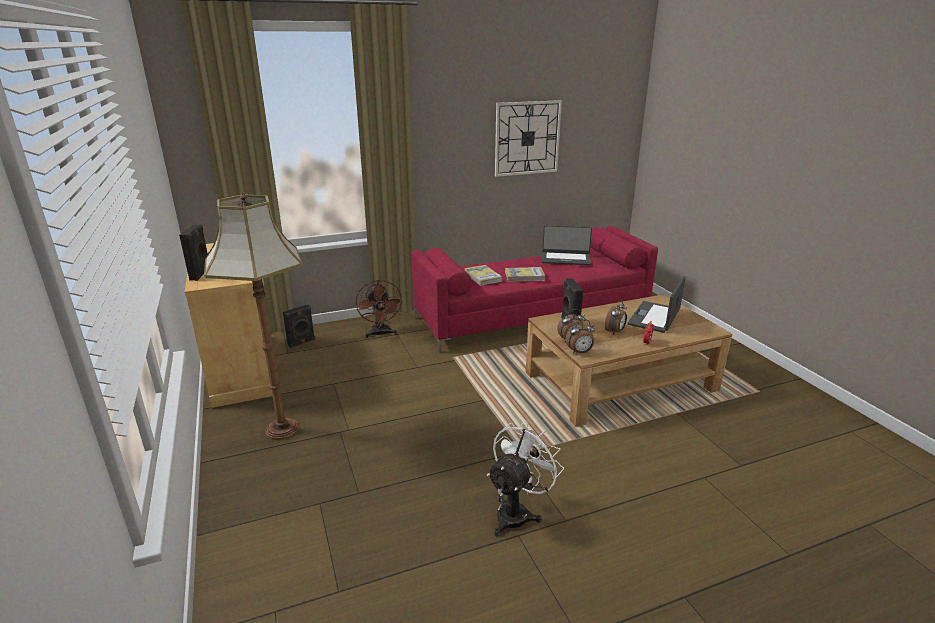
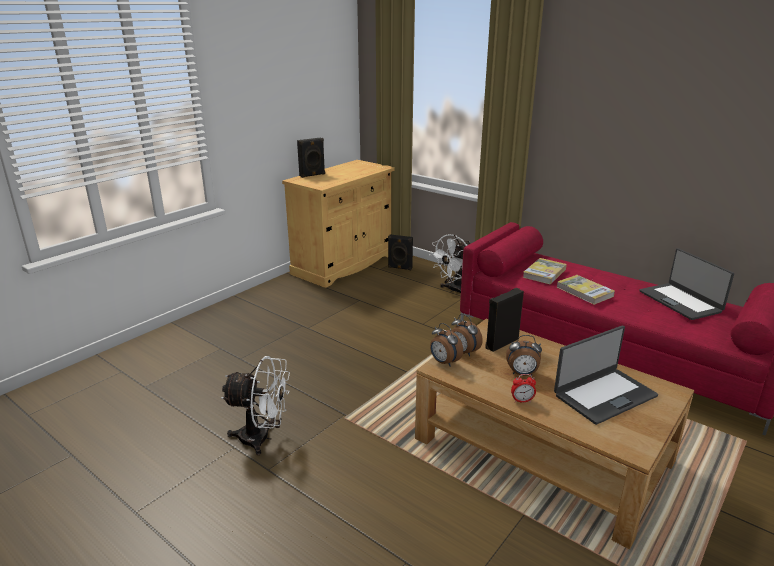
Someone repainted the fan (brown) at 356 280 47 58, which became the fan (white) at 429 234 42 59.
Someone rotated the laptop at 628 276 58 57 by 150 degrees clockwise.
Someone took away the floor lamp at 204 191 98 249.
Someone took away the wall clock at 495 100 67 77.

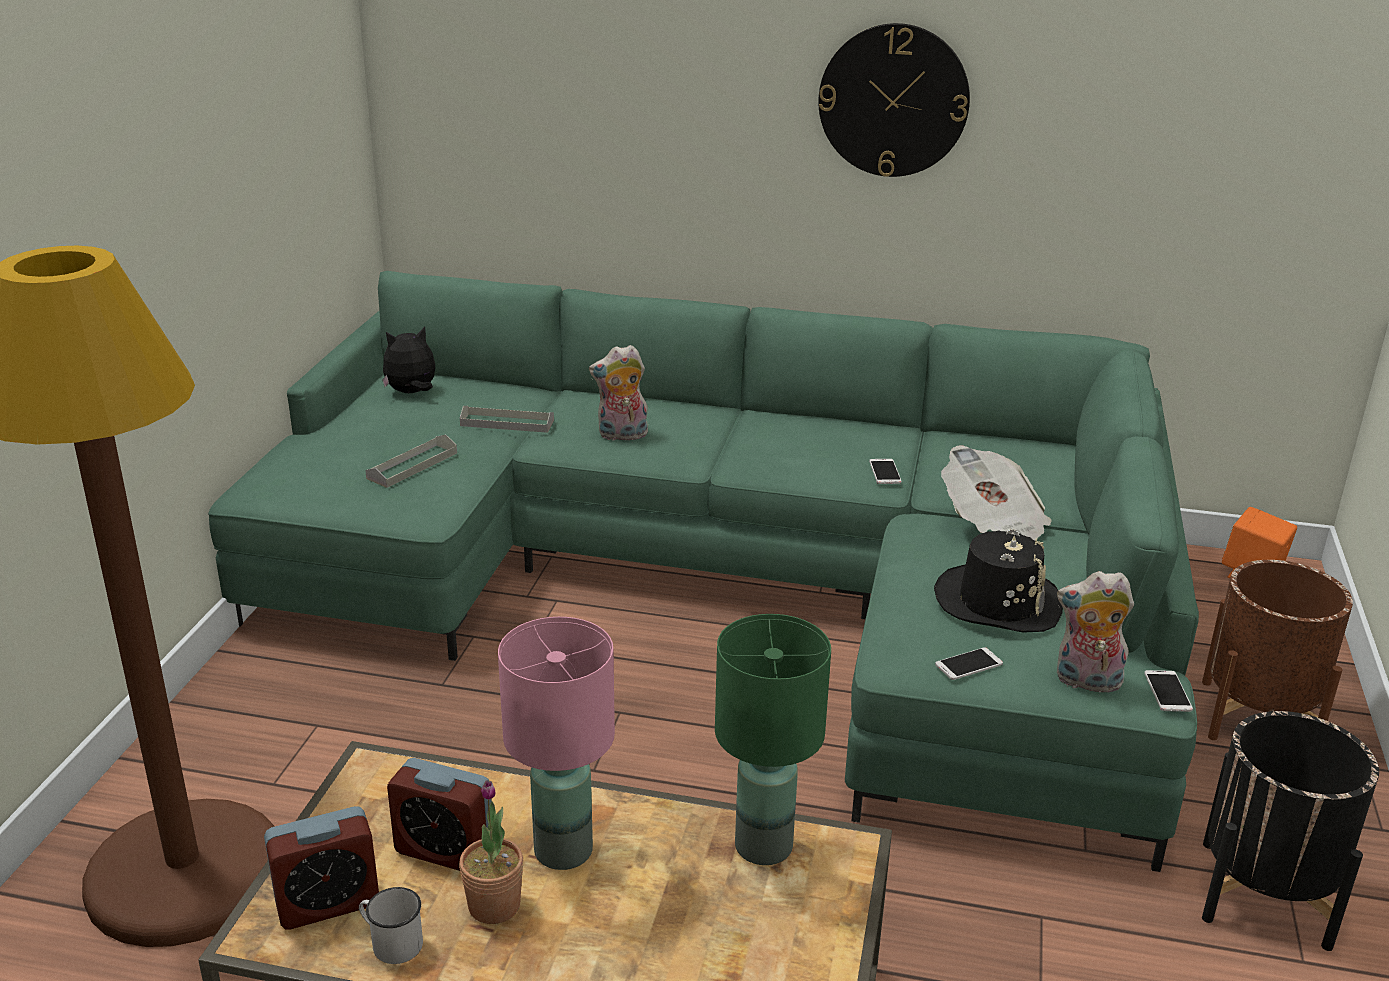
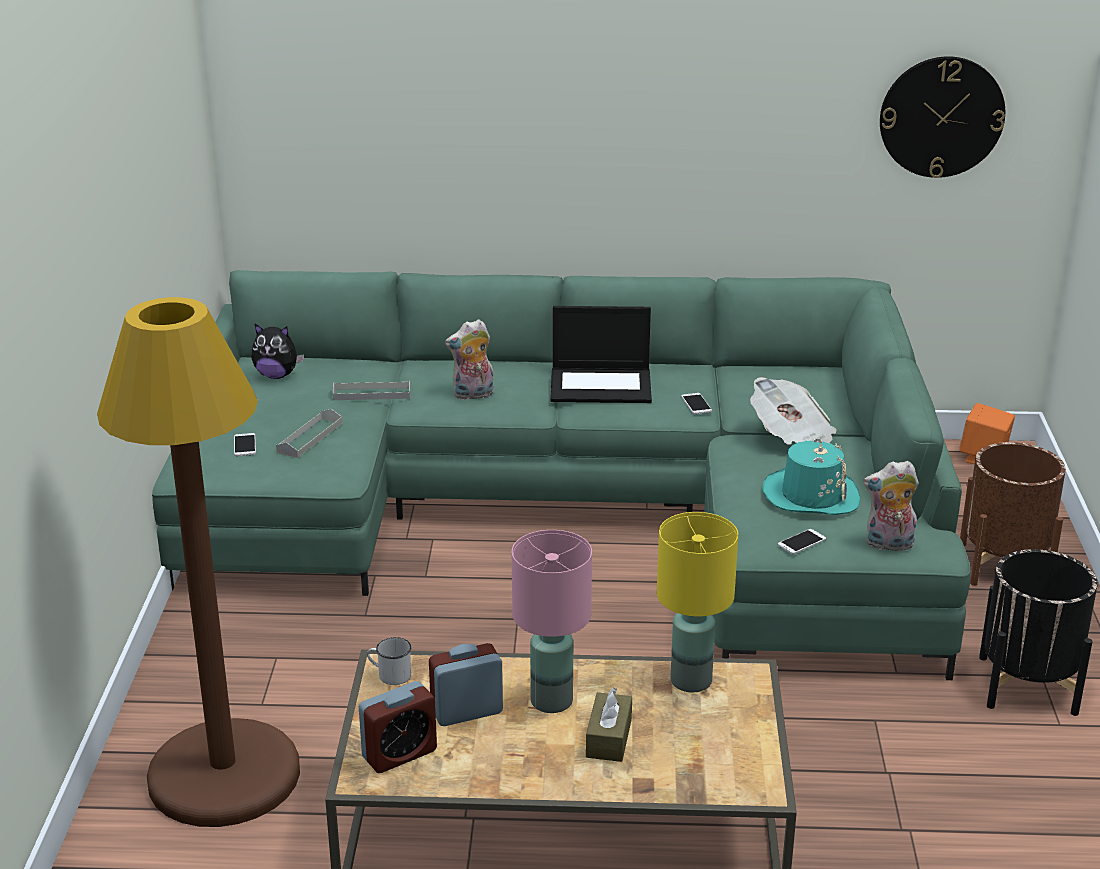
Someone carried the phone from 1144 670 49 42 to 234 433 22 23.
Someone rotated the plush toy at 382 327 53 66 by 135 degrees counterclockwise.
Someone carried the mug (white) from 359 887 64 77 to 367 637 45 48.
Someone rotated the alarm clock at 387 758 105 113 by 150 degrees clockwise.
Someone put down the laptop at 550 306 102 97.
Someone put down the tissue box (brown) at 586 688 46 74.
Someone repainted the table lamp (green) at 715 614 116 251, which became the table lamp (yellow) at 657 512 81 180.
Someone repainted the hat (black) at 934 529 129 104, which became the hat (turquoise) at 762 438 98 77.
Someone carried the wall clock from 818 23 152 154 to 880 56 125 122.
Someone took away the potted plant at 459 780 64 144.

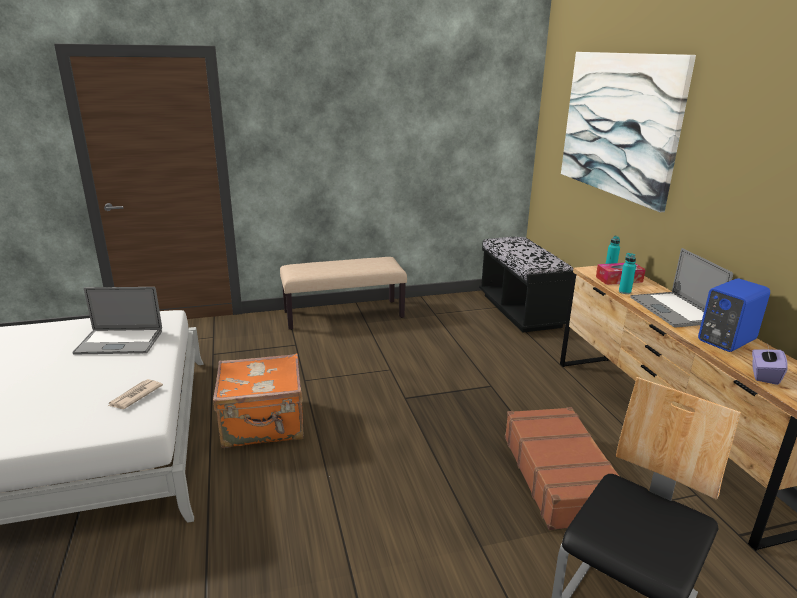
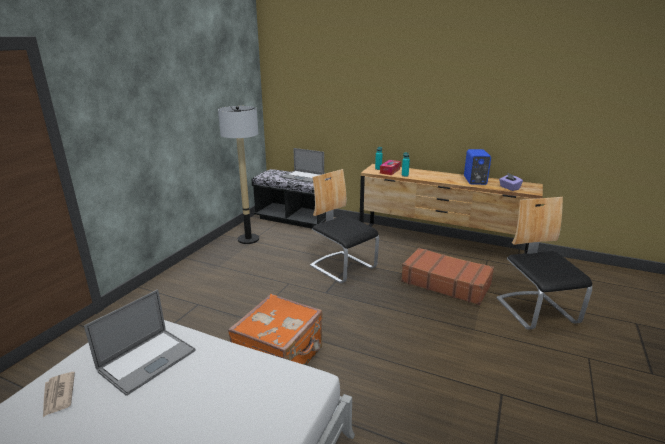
Someone carried the newspaper from 108 379 55 30 to 43 372 32 45.
Someone put down the floor lamp at 218 106 41 138.
Someone carried the laptop from 630 248 103 79 to 282 148 42 35.
Someone put down the chair at 310 169 69 114.
Someone took away the bench (beige) at 280 257 127 73.
Someone took away the picture at 561 52 135 160.

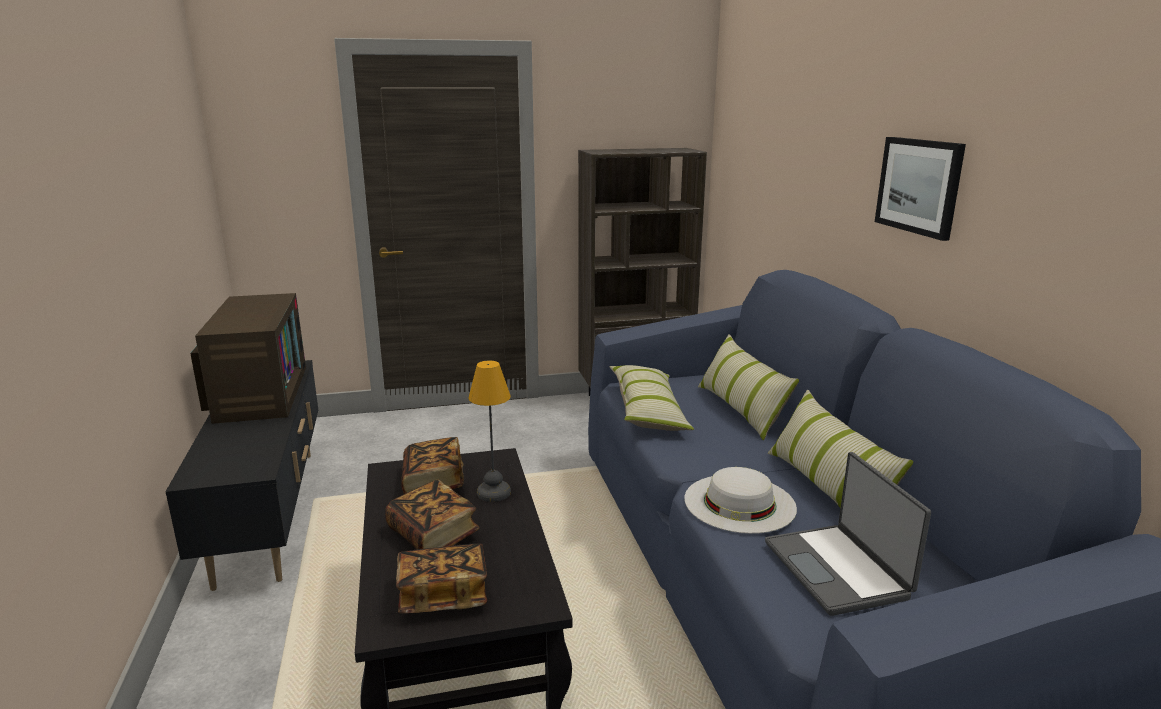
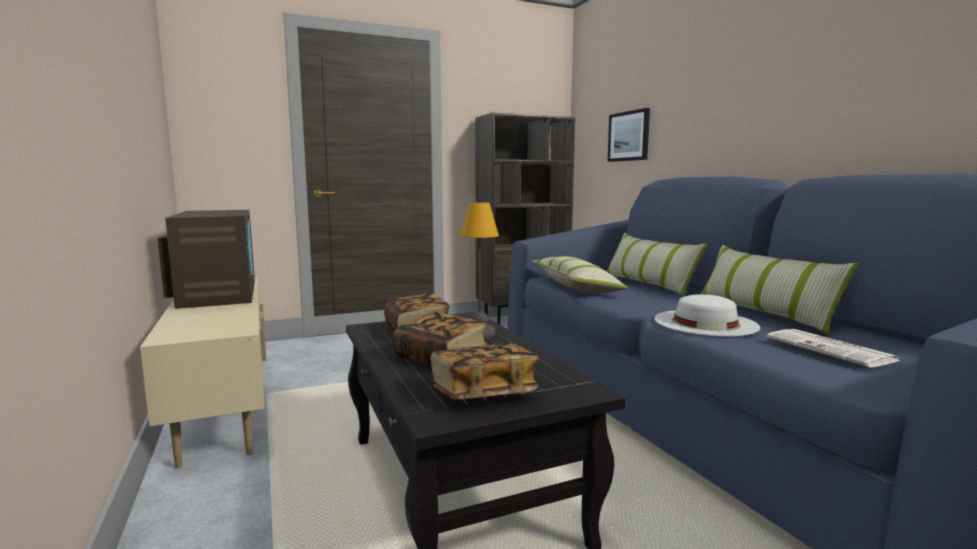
Someone repainted the tv stand (black) at 165 360 153 231, which became the tv stand (beige) at 140 277 126 191.
Someone carried the picture from 875 137 91 104 to 607 108 43 54.
Someone swapped the laptop at 765 452 166 164 for the newspaper at 767 329 134 38.

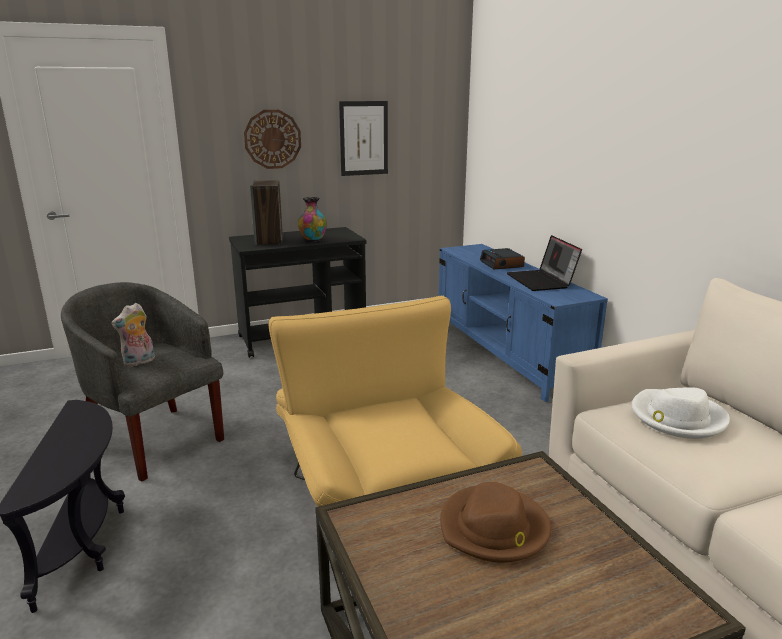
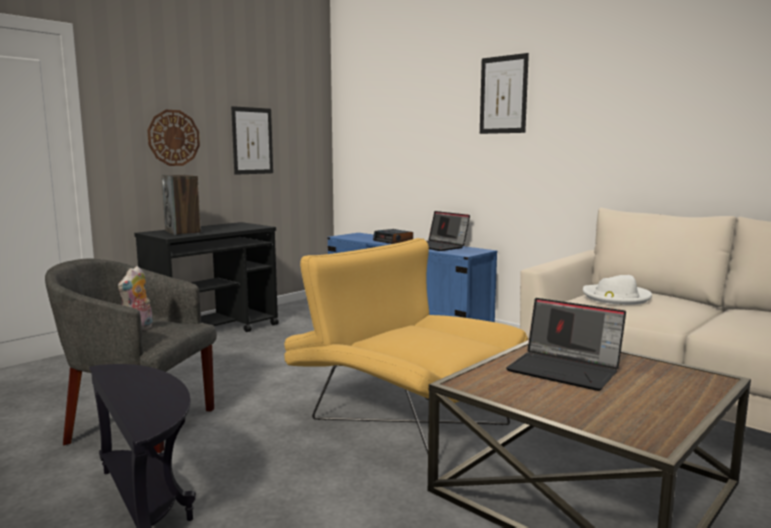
Someone put up the picture at 480 53 49 81.
Someone swapped the hat (brown) at 440 482 111 81 for the laptop at 506 298 120 93.
Someone took away the vase at 298 197 29 45.

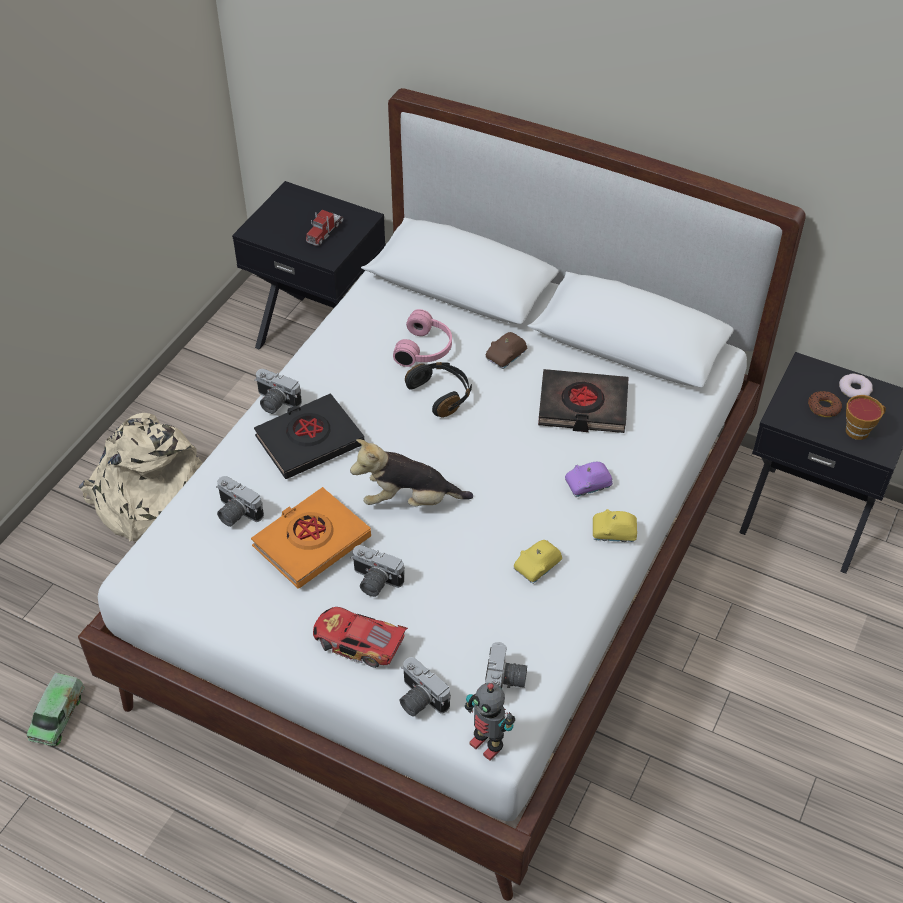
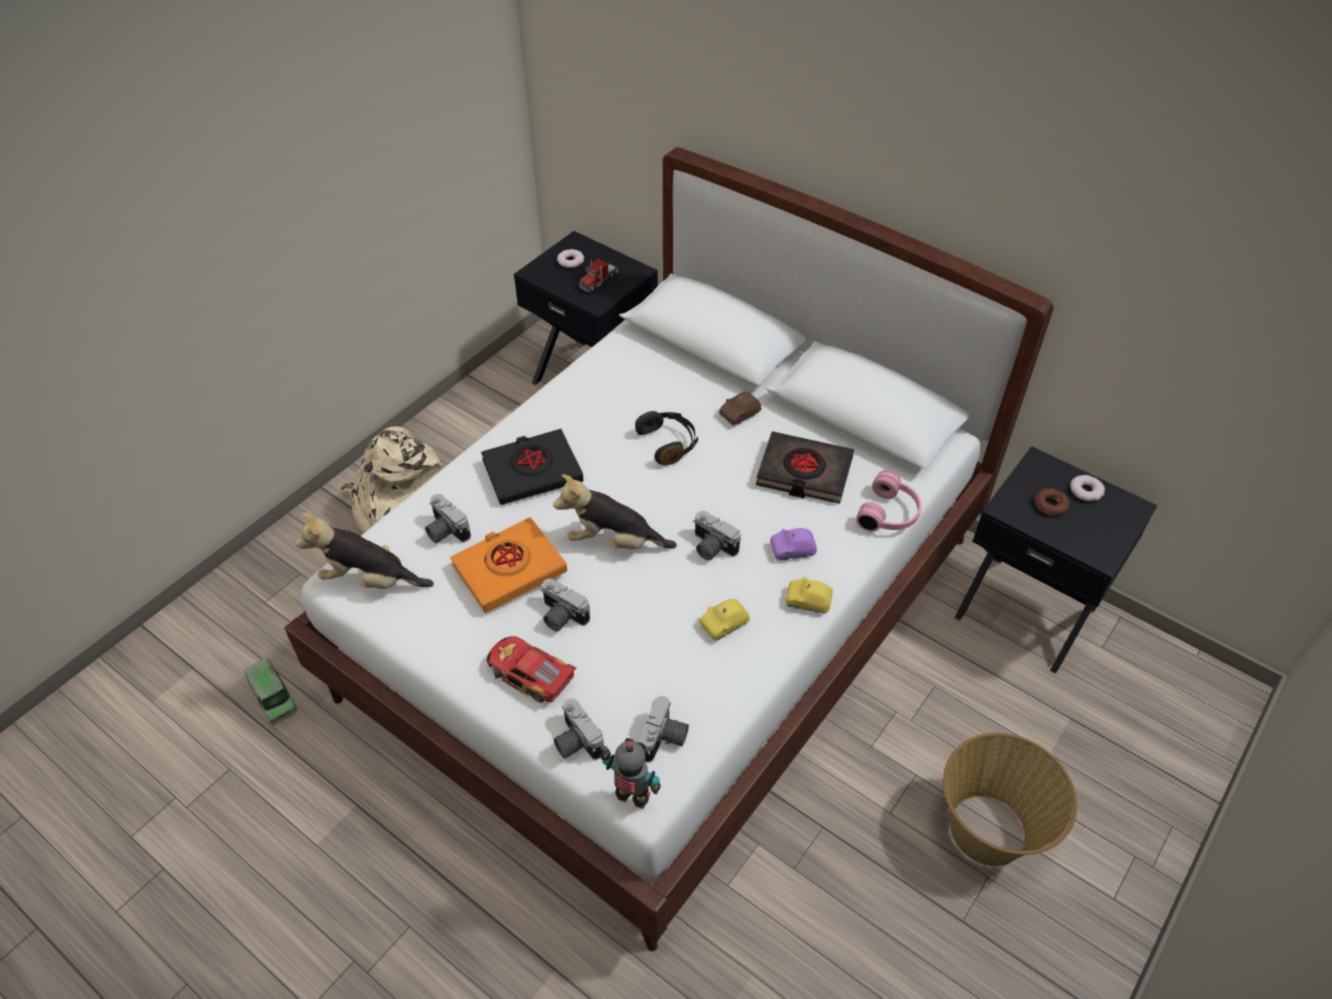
Someone rotated the toy truck at 27 673 58 73 by 60 degrees counterclockwise.
Someone put down the plush toy at 296 513 138 76.
Someone put down the donut at 557 249 27 19.
Someone rotated the toy robot at 465 683 50 78 by 150 degrees clockwise.
Someone carried the photo camera from 254 369 48 45 to 693 511 48 49.
Someone carried the headphones (pink) from 393 309 59 58 to 856 470 66 62.
Someone put down the basket at 943 733 134 133.
Someone took away the cup at 846 395 40 45.

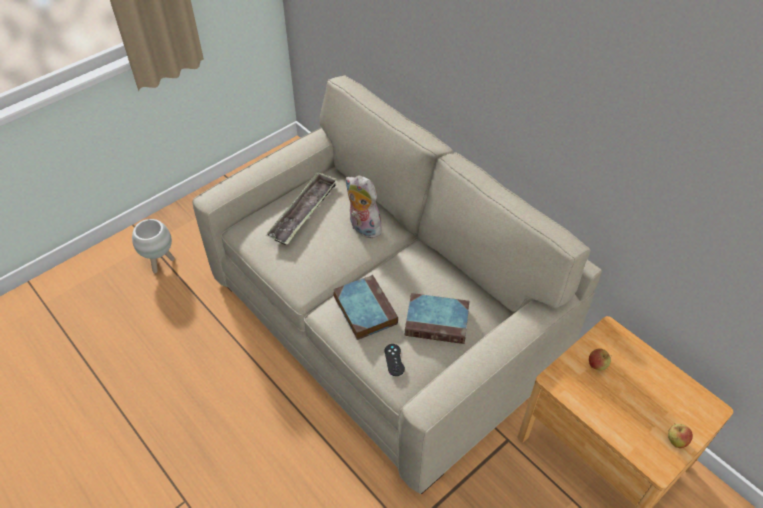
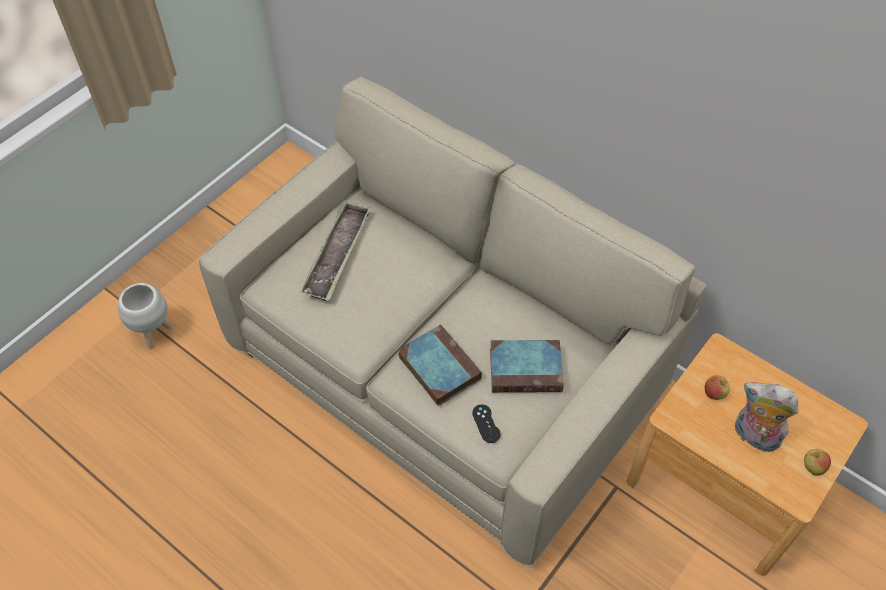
Someone carried the plush toy from 346 175 37 63 to 735 382 64 71.

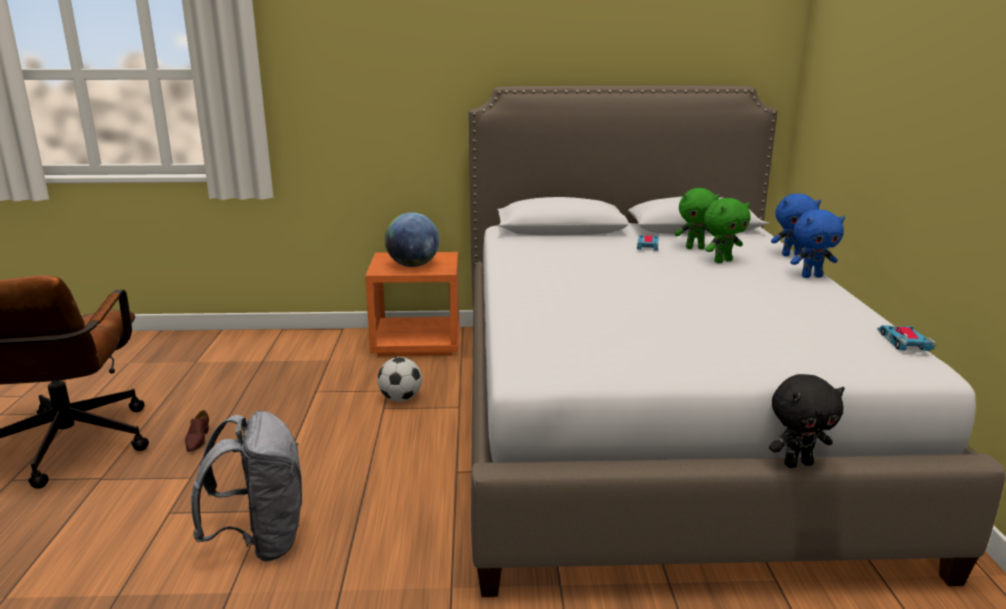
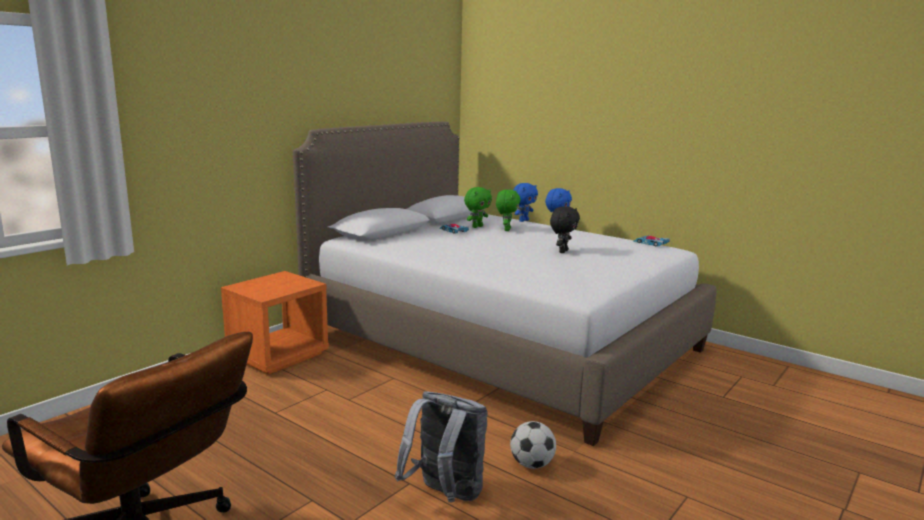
Someone carried the football from 377 357 45 45 to 510 421 46 48.
Someone carried the plush toy (black) from 769 374 76 94 to 550 206 30 47.
Someone took away the shoe (brown) at 185 410 24 42.
Someone took away the globe at 385 212 54 55.

